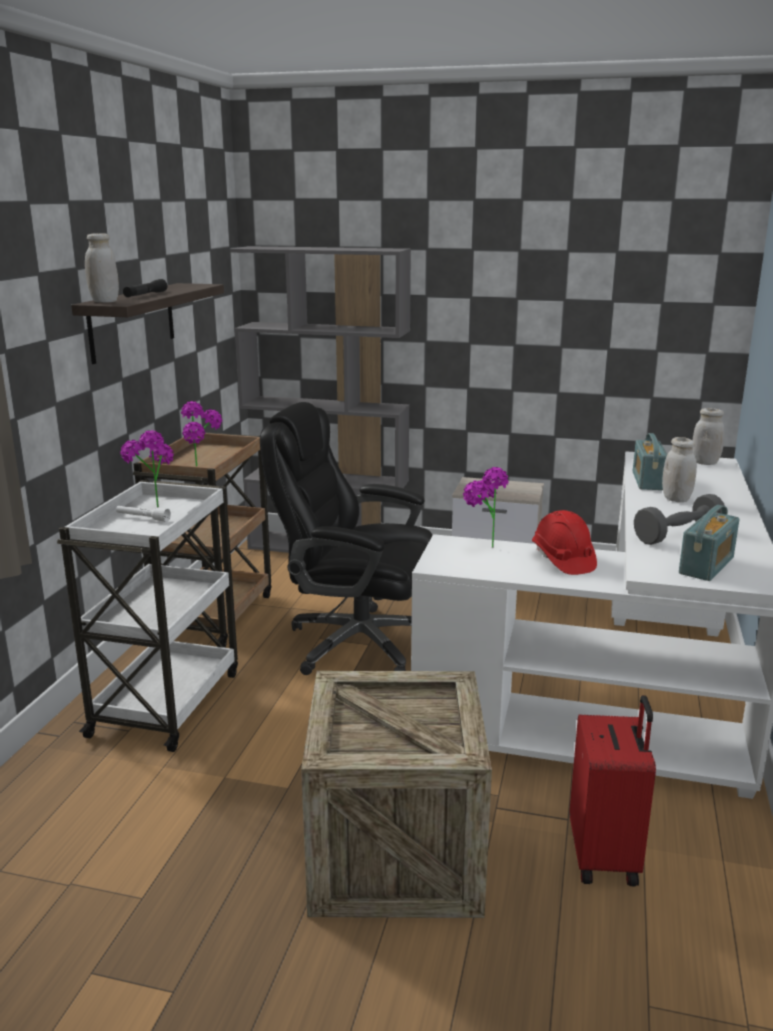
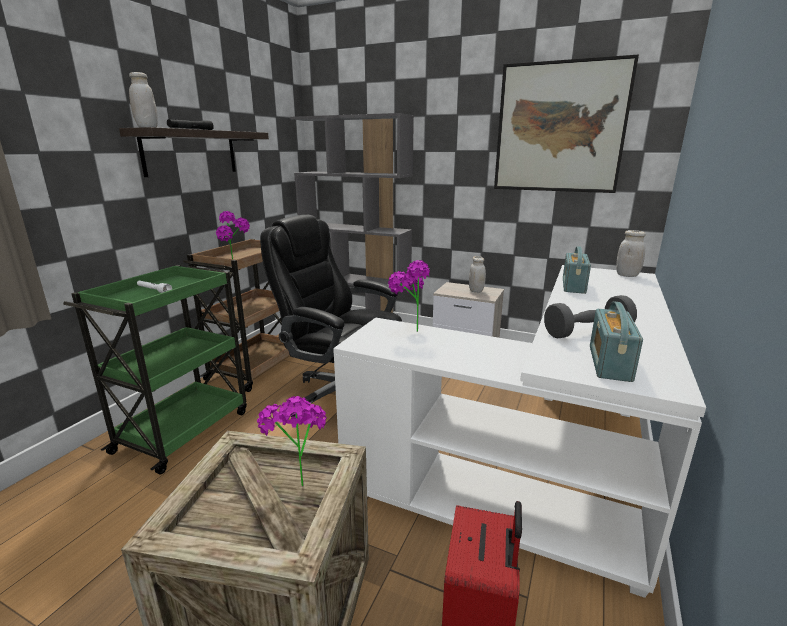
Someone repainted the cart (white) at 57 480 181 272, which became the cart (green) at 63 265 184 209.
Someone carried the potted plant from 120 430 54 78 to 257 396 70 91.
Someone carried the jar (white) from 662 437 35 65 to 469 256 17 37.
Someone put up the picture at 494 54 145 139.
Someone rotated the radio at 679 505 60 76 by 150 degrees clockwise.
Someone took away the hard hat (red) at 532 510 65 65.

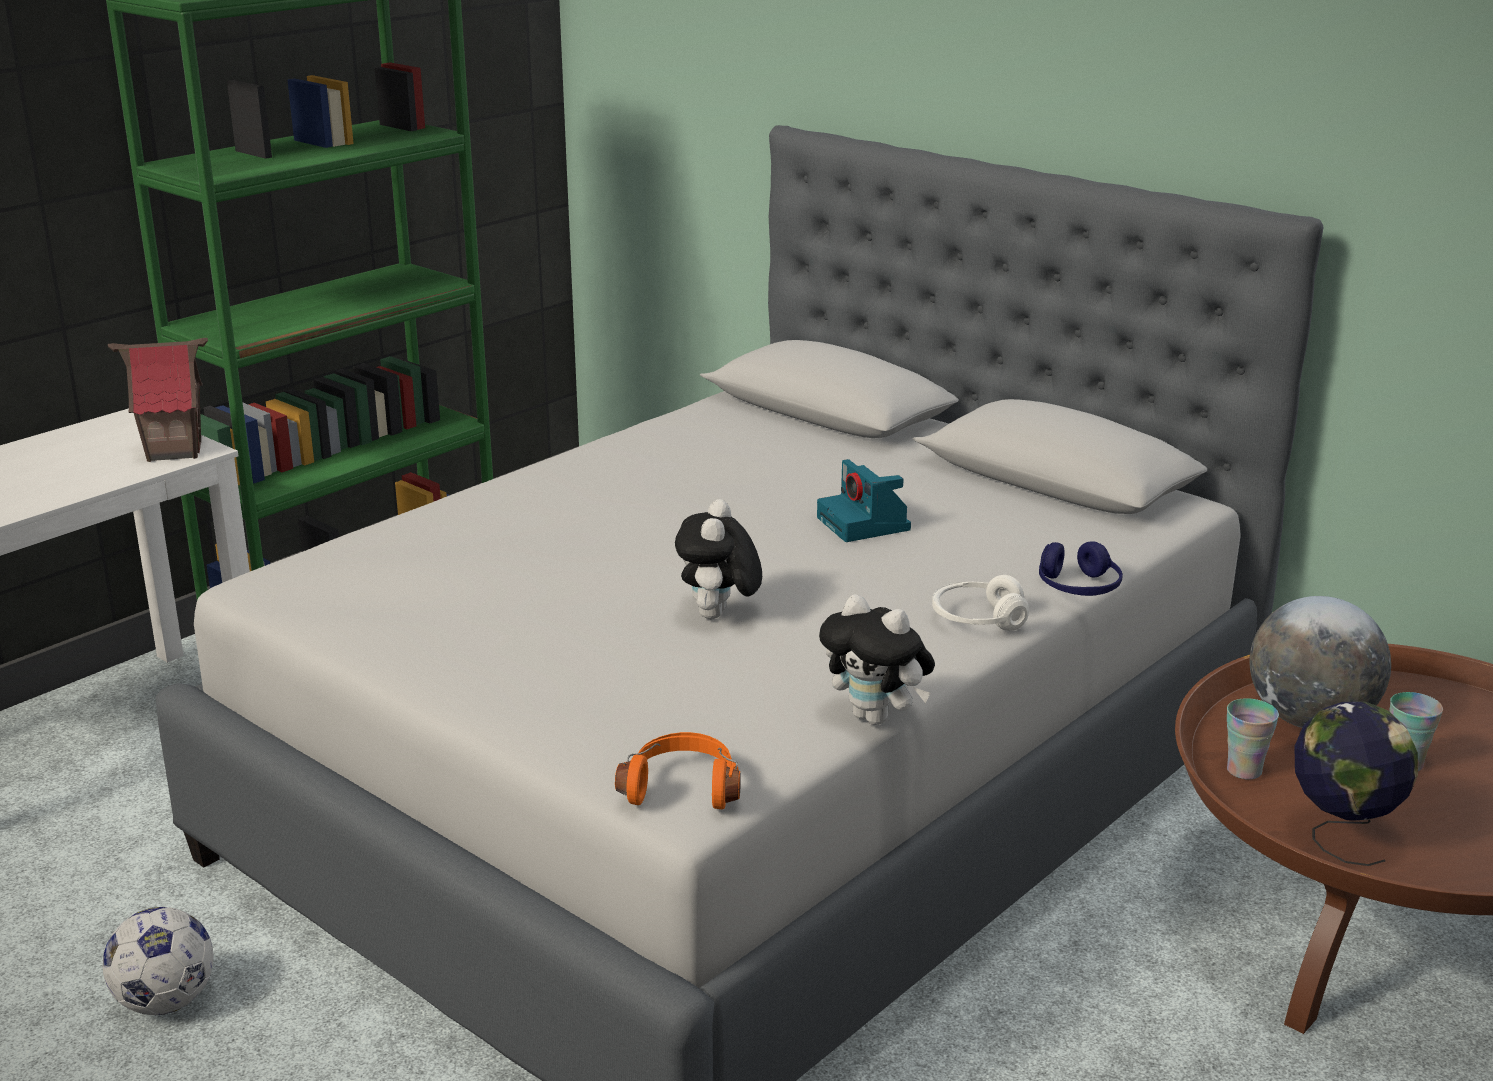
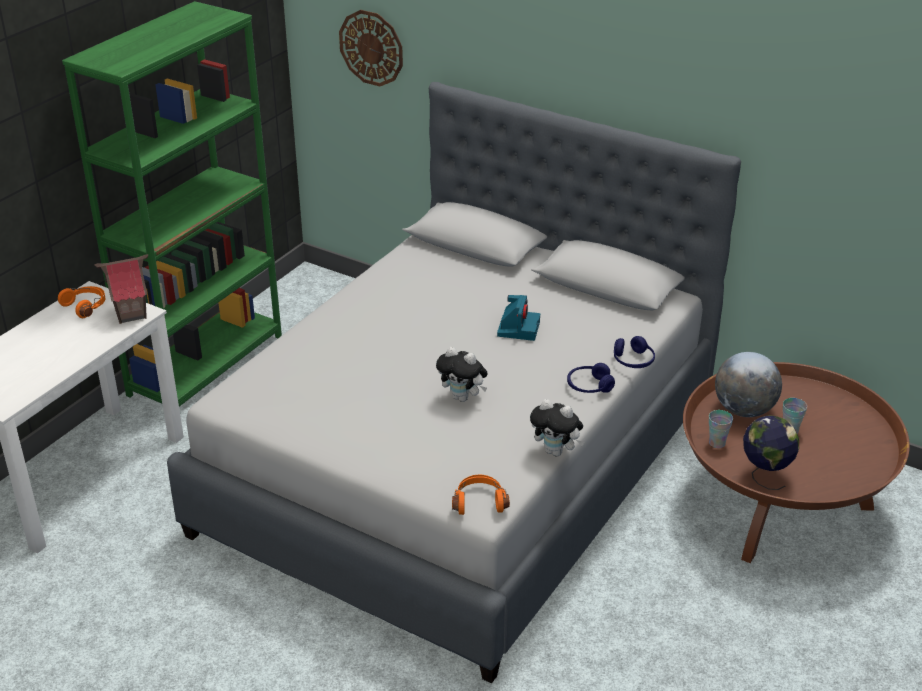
Someone put down the headphones (orange) at 58 286 47 32.
Someone put up the wall clock at 339 10 64 76.
Someone rotated the plush toy at 675 499 87 120 by 60 degrees counterclockwise.
Someone rotated the photo camera at 817 459 94 83 by 135 degrees counterclockwise.
Someone repainted the headphones (white) at 932 575 97 56, which became the headphones (blue) at 567 363 48 30.
Someone took away the football at 103 907 111 108.

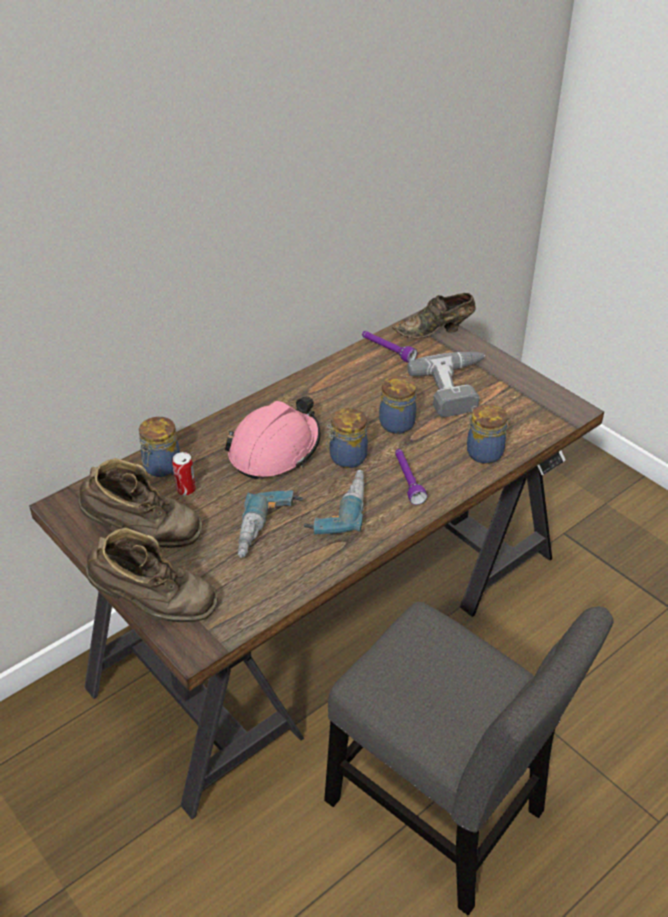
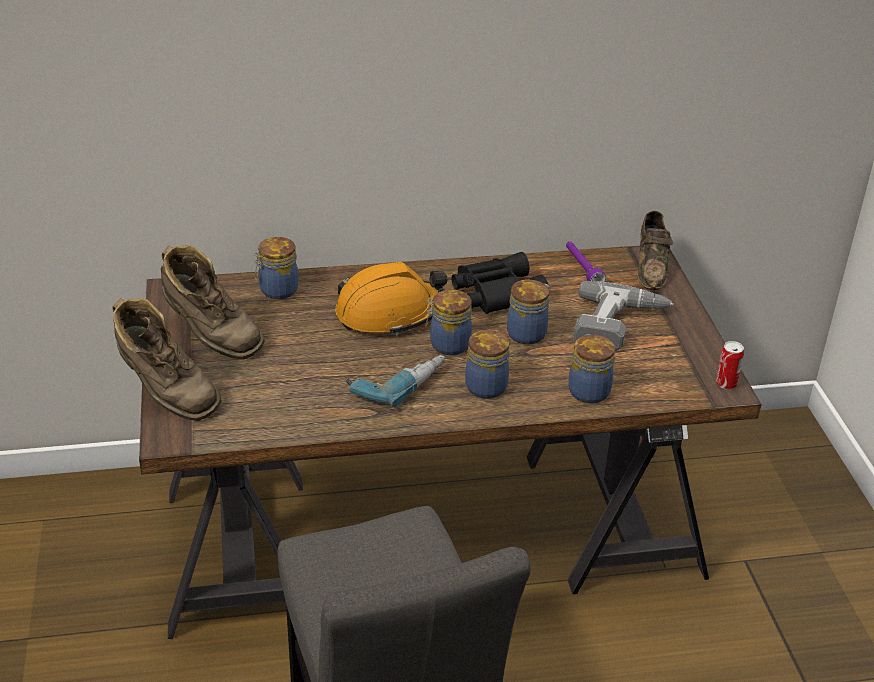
Someone repainted the hard hat (pink) at 225 396 96 83, which became the hard hat (orange) at 335 262 112 74.
Someone put down the binoculars (black) at 451 252 98 62.
Someone swapped the flashlight (purple) at 395 449 32 56 for the jar at 465 330 45 69.
Someone rotated the shoe (brown) at 392 293 83 45 by 105 degrees counterclockwise.
Someone carried the can from 172 452 24 44 to 716 341 28 49.
Someone took away the power drill at 238 490 65 68.

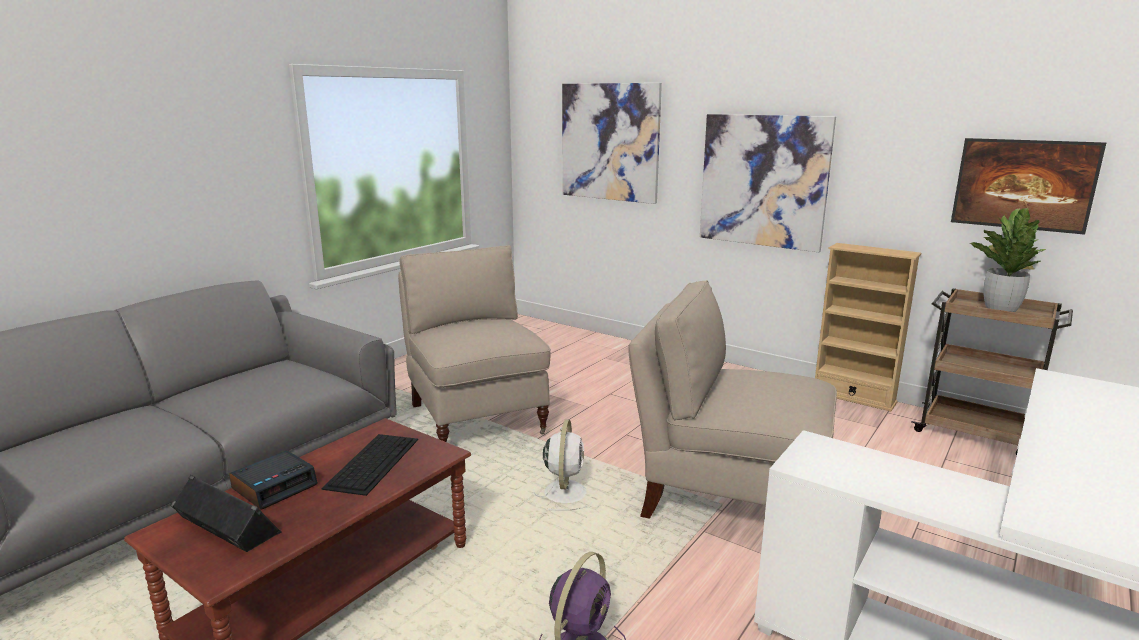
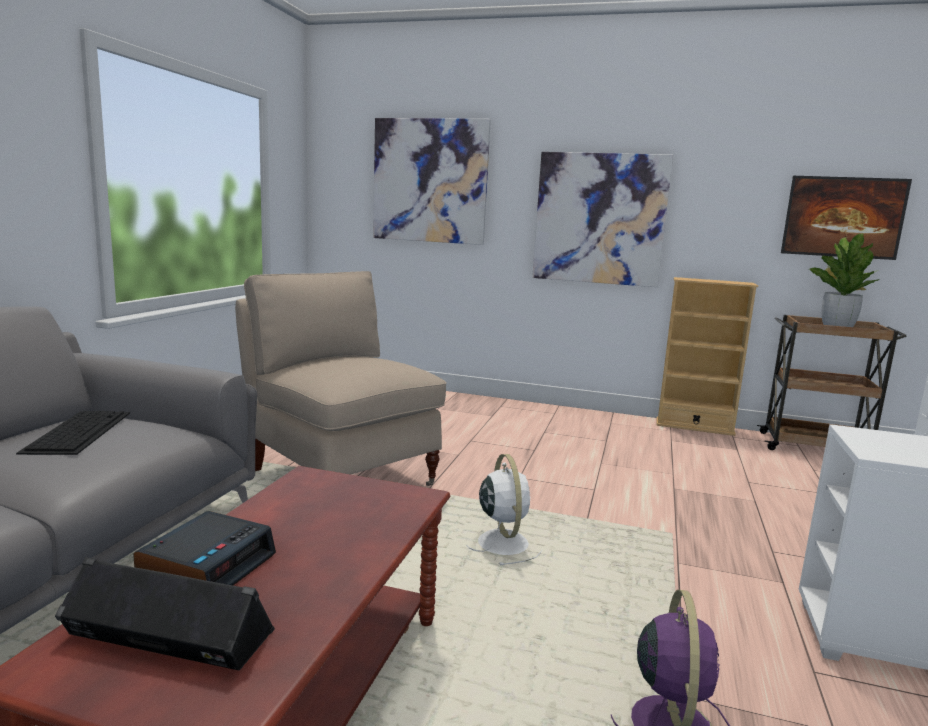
Someone carried the keyboard from 321 434 97 62 to 16 411 114 44.
Someone took away the chair (beige) at 628 280 209 239.

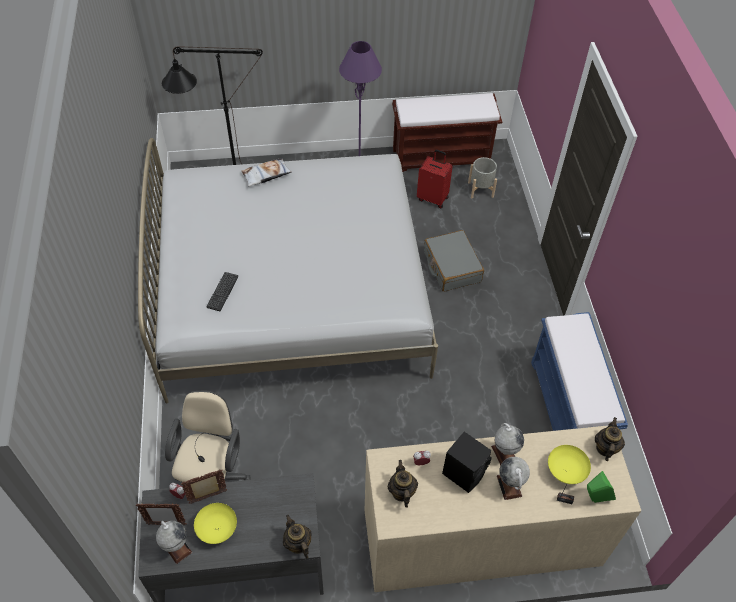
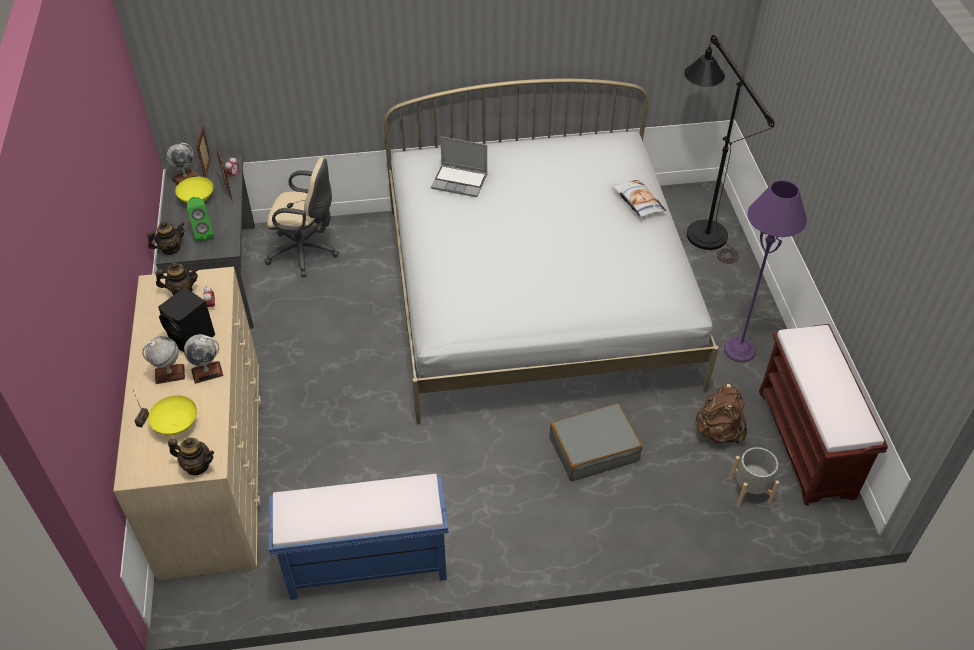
Someone carried the speaker (green) from 587 471 29 32 to 187 197 27 45.
Someone swapped the keyboard at 206 272 32 39 for the laptop at 431 137 57 60.
Someone swapped the suitcase (red) at 417 150 36 58 for the backpack (brown) at 694 384 53 60.

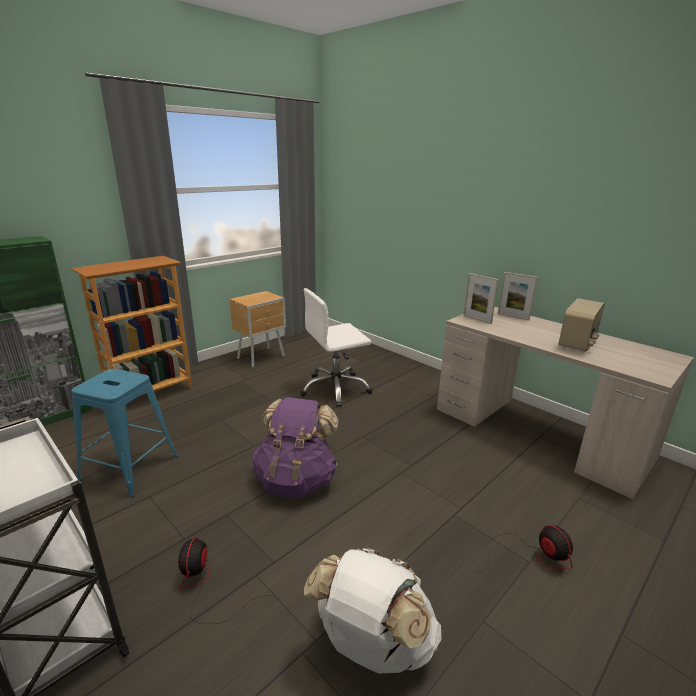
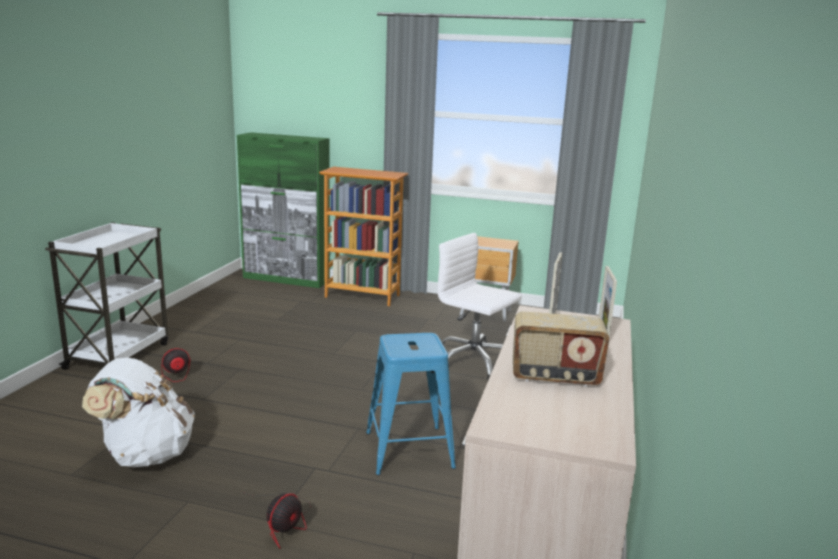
Someone carried the stool (blue) from 71 369 107 128 to 366 333 90 142.
Someone took away the backpack (purple) at 252 397 87 101.

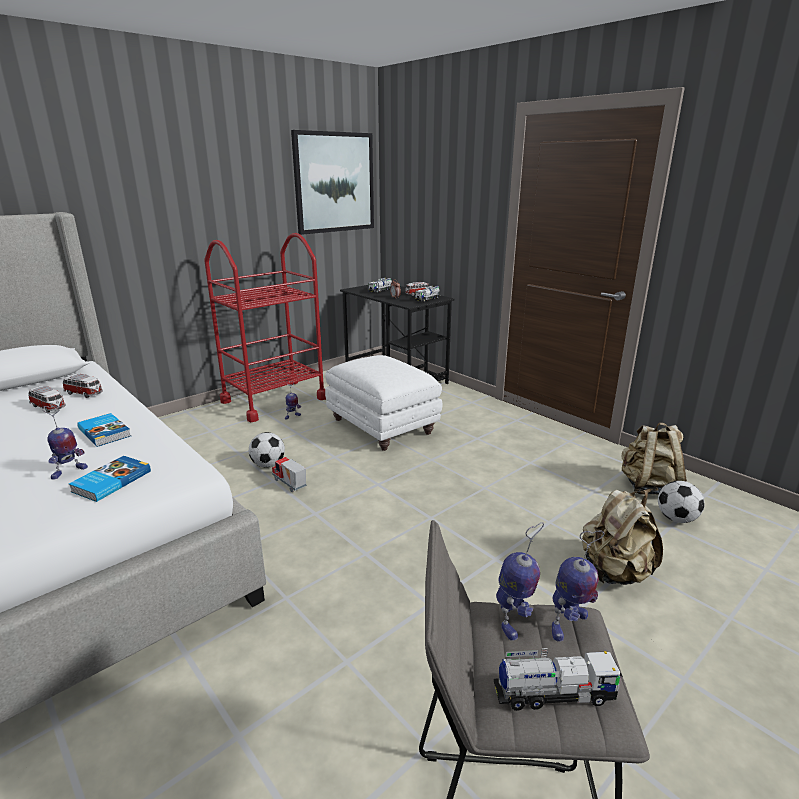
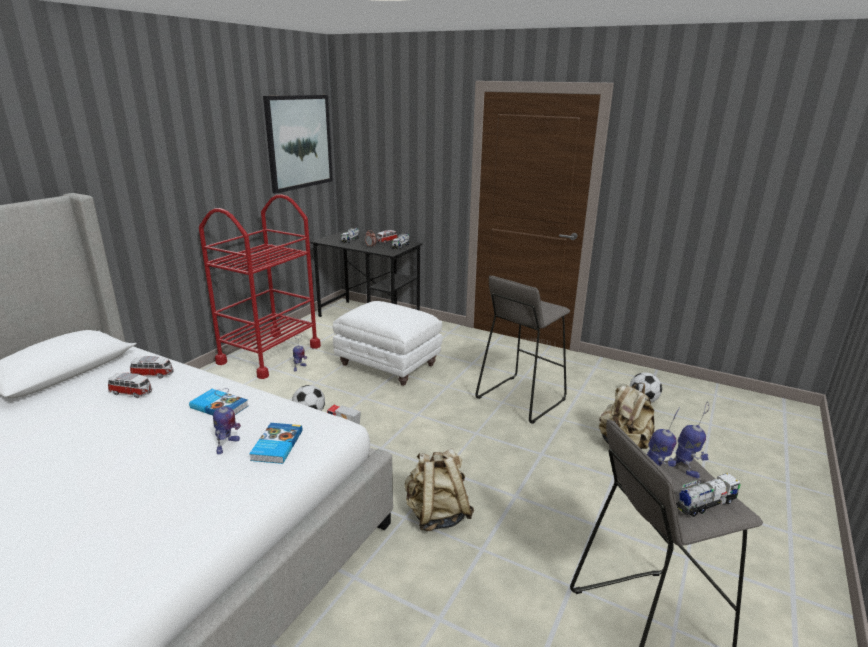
Someone carried the backpack (beige) from 622 422 65 73 to 405 448 69 83.
Someone put down the stool (grey) at 475 276 95 148.
Someone rotated the toy robot at 552 530 53 111 by 45 degrees counterclockwise.

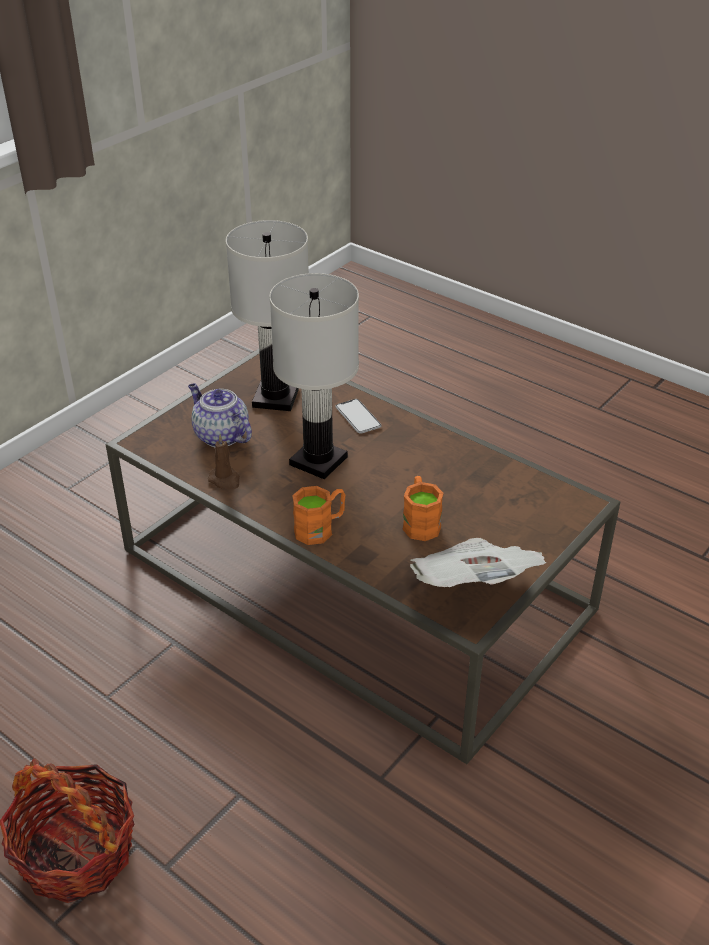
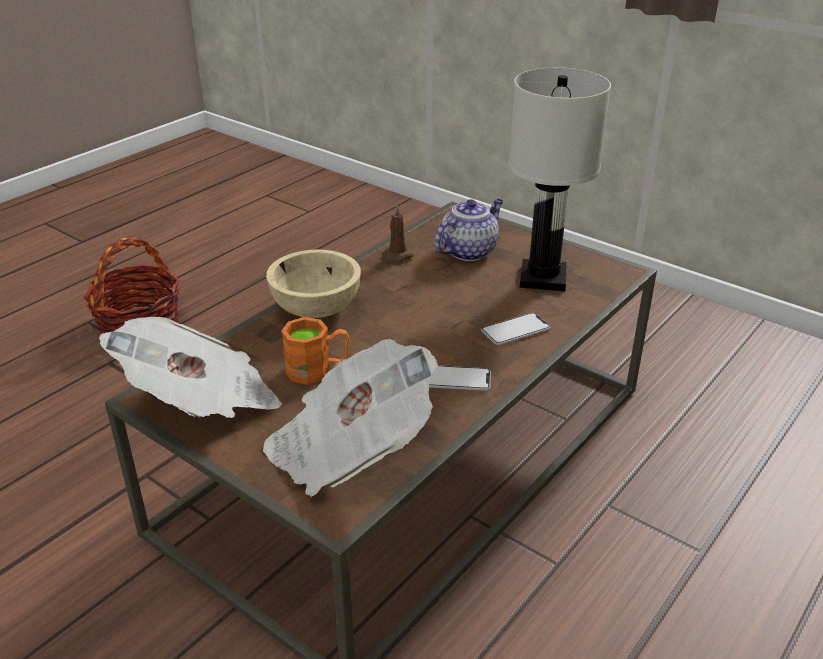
Someone put down the newspaper at 263 339 175 158.
Someone swapped the mug (orange) at 292 486 54 59 for the bowl (beige) at 266 250 95 68.
Someone put down the phone at 429 365 62 26.
Someone took away the table lamp (white) at 269 273 90 206.

